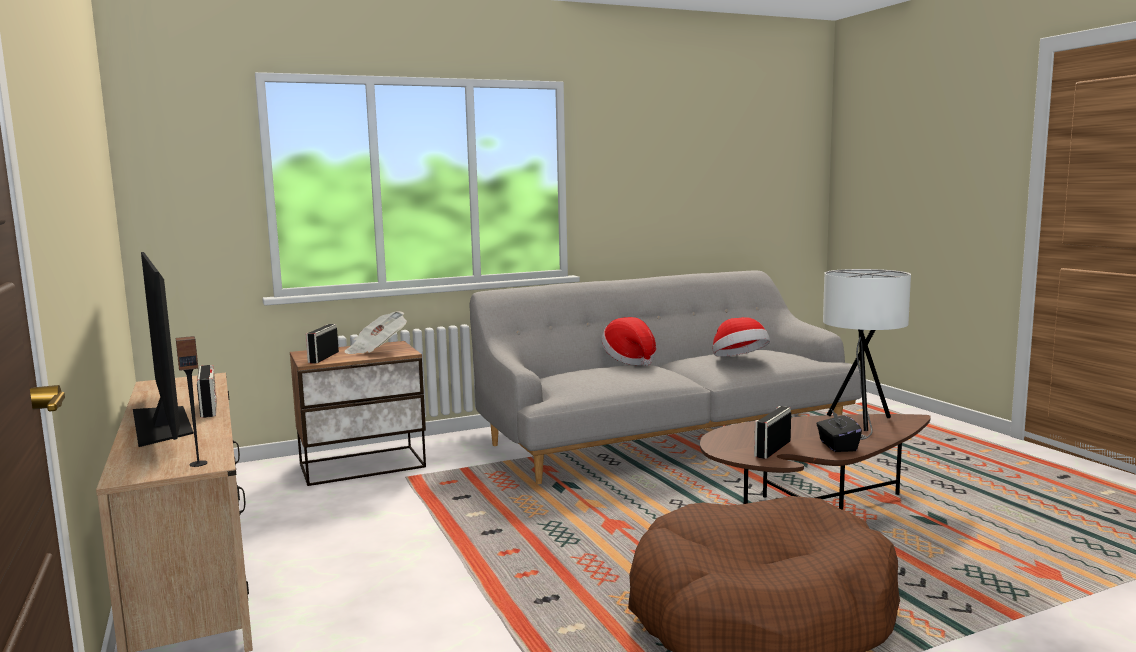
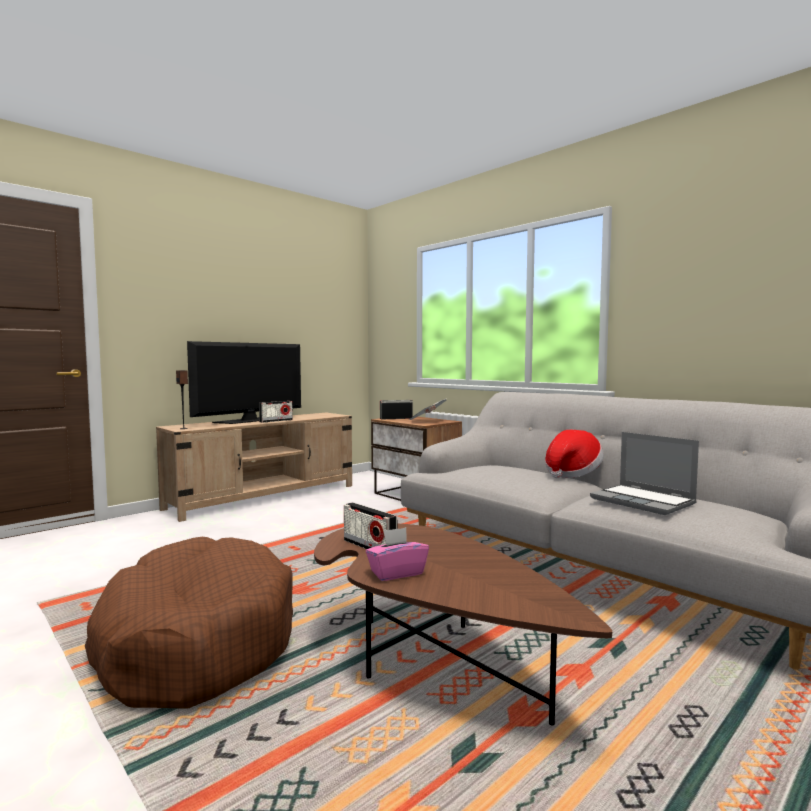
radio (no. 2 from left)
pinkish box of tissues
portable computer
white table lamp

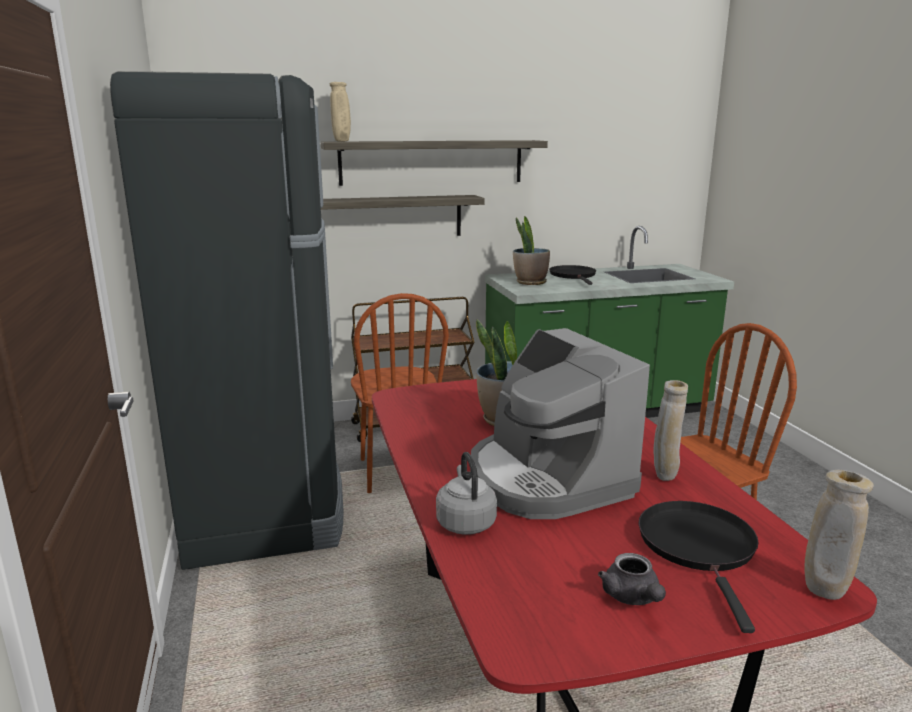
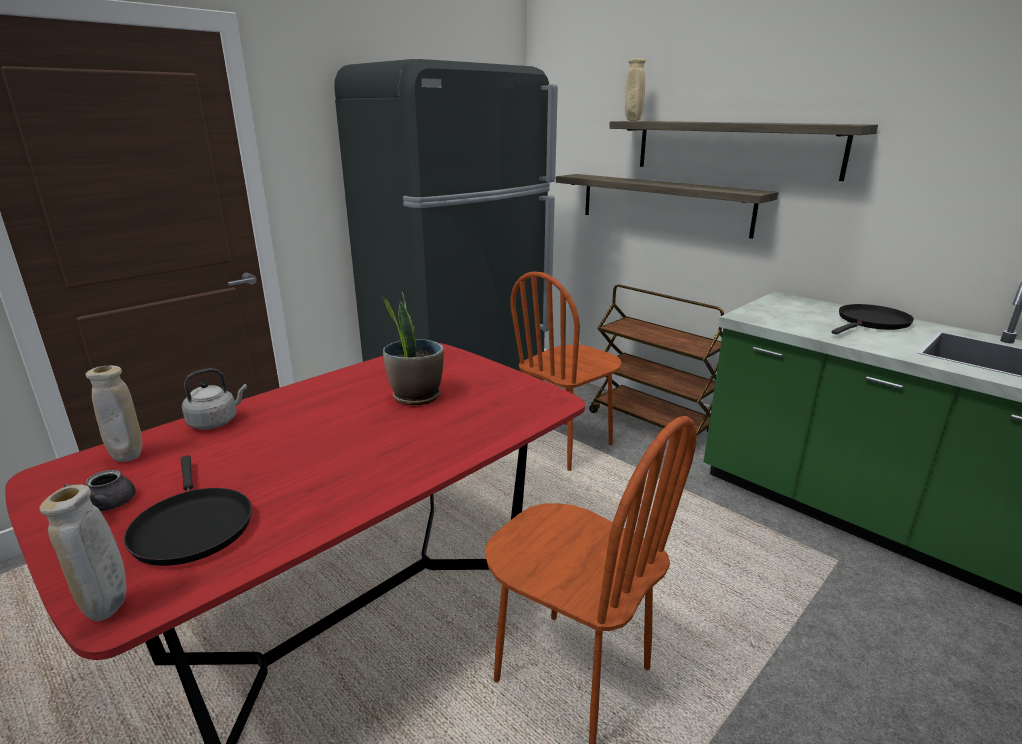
greyish teapot
sand-coloured flower vase (no. 2 from left)
black-coloured pan (no. 1 from left)
coffee maker
plant in a pot (no. 2 from left in the first image)

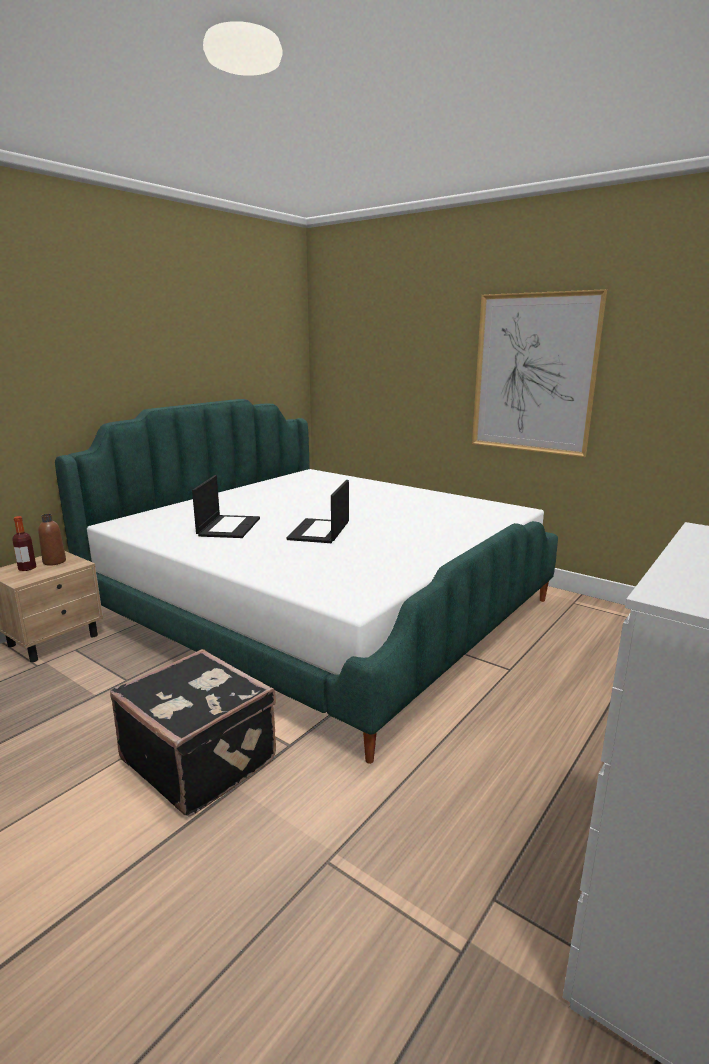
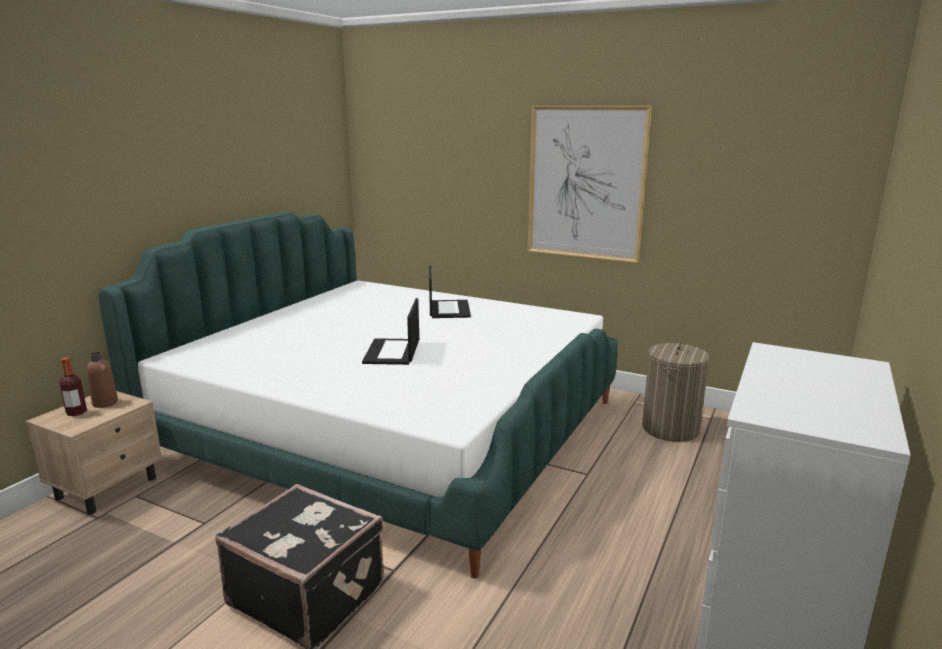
portable computer (no. 2 from left)
hamper

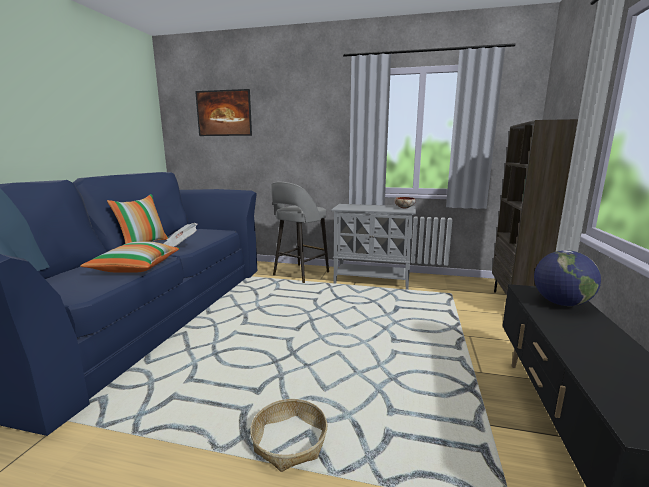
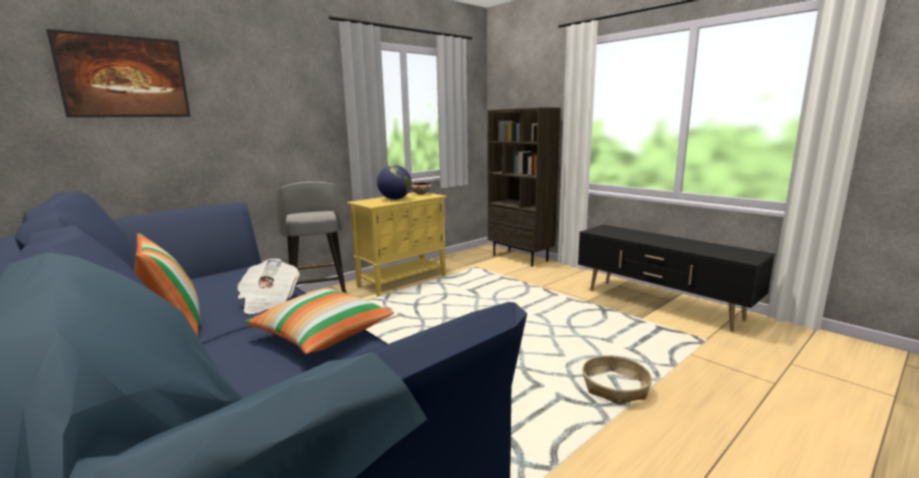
yellowish cupboard
desk globe

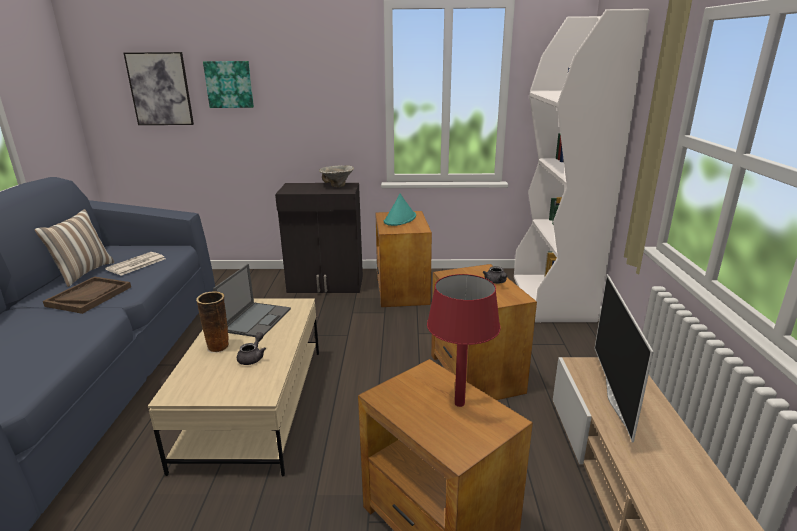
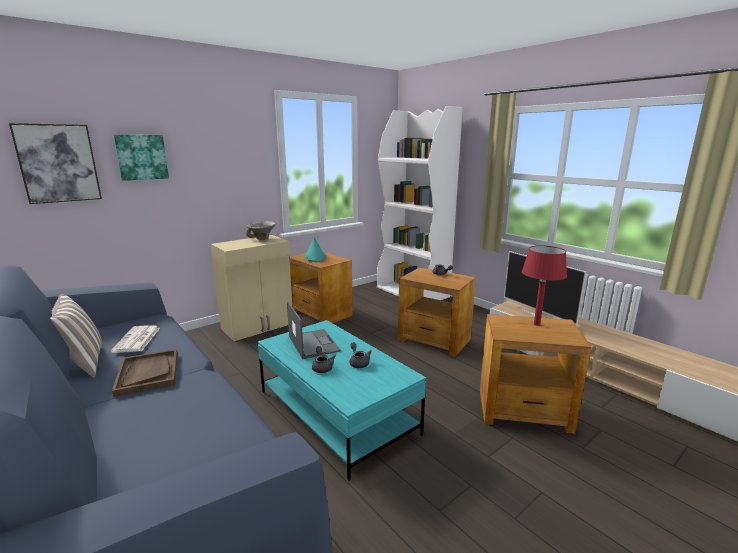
sand-coloured cupboard
turquoise lounge table
greyish teapot (no. 1 from left)

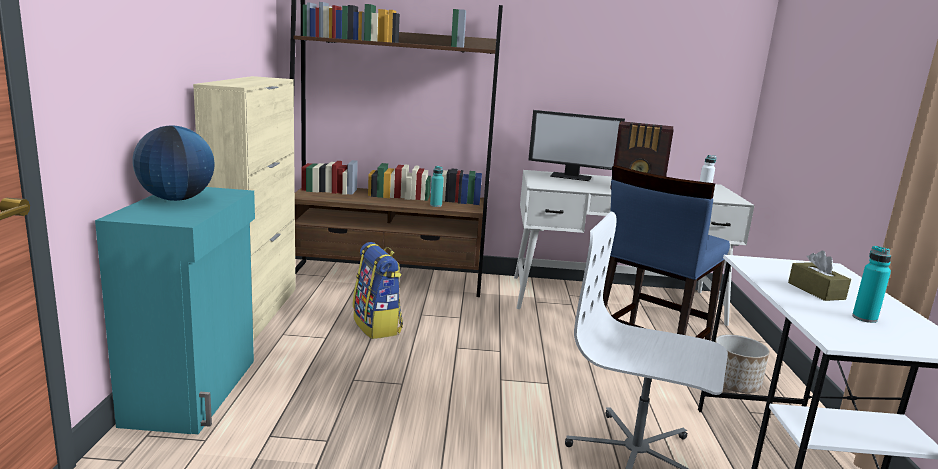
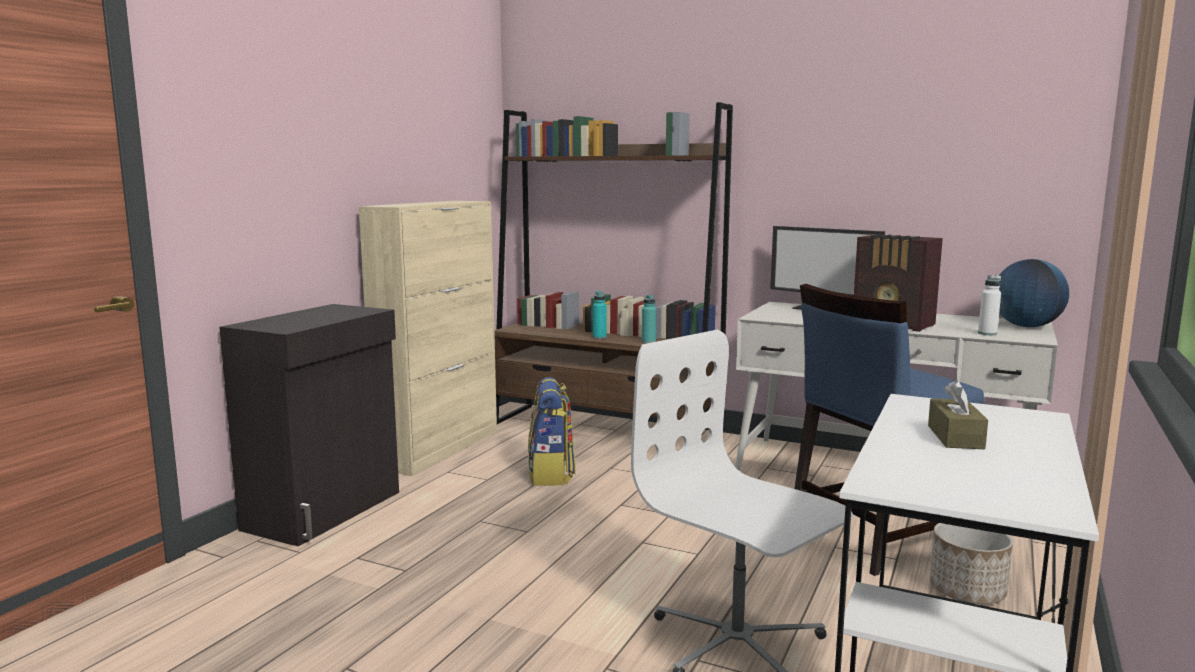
black-coloured cupboard
turquoise bottle (no. 1 from left)
desk globe

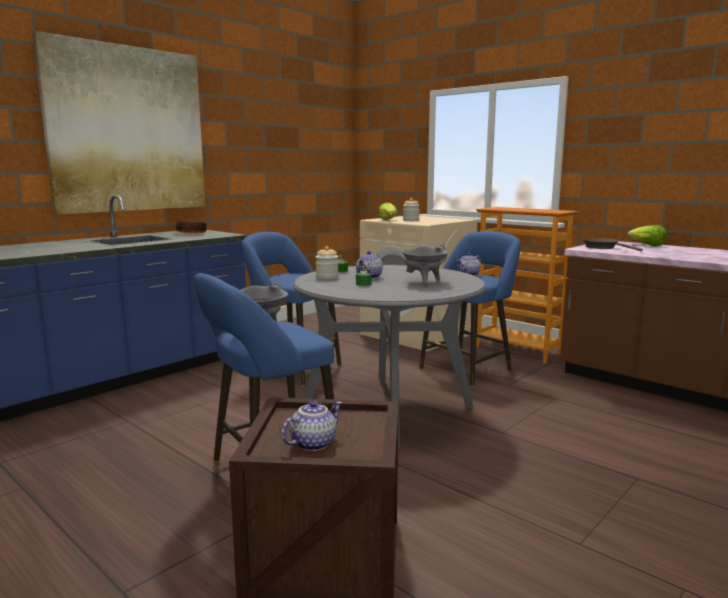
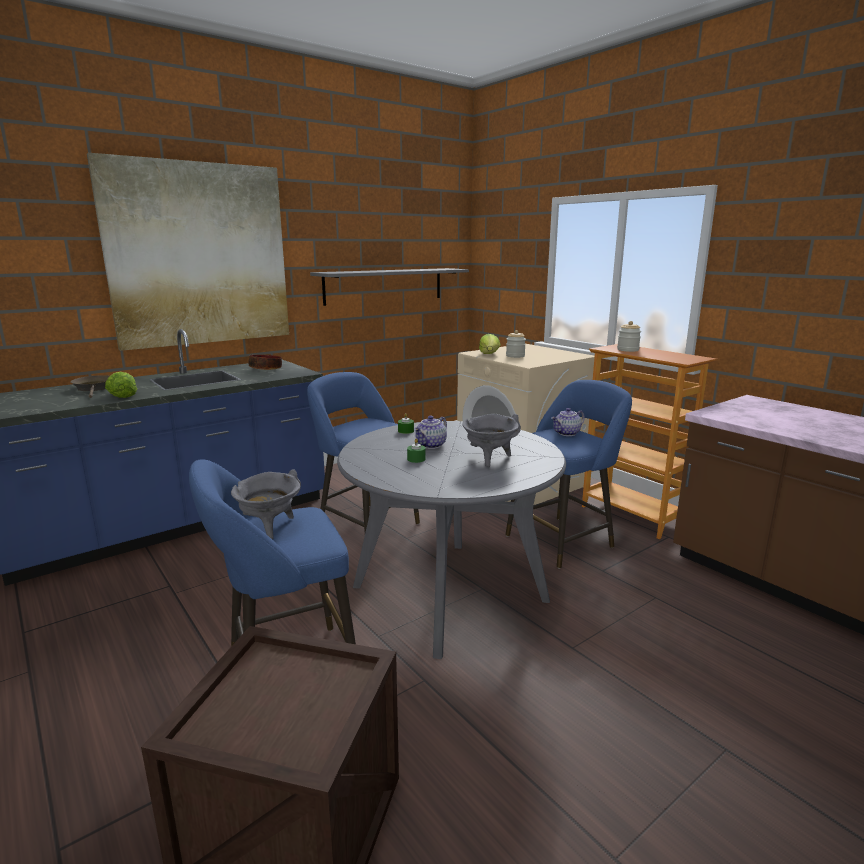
brown-coloured pan
lettuce head (no. 1 from left)
greyish bracket shelf
jar (no. 2 from left)
teapot (no. 1 from left in the first image)

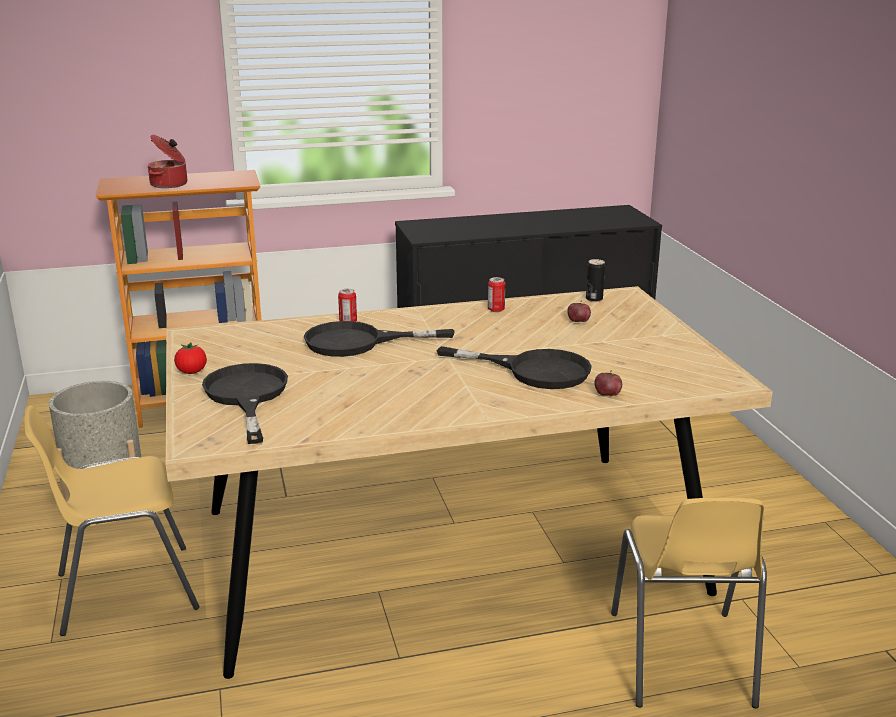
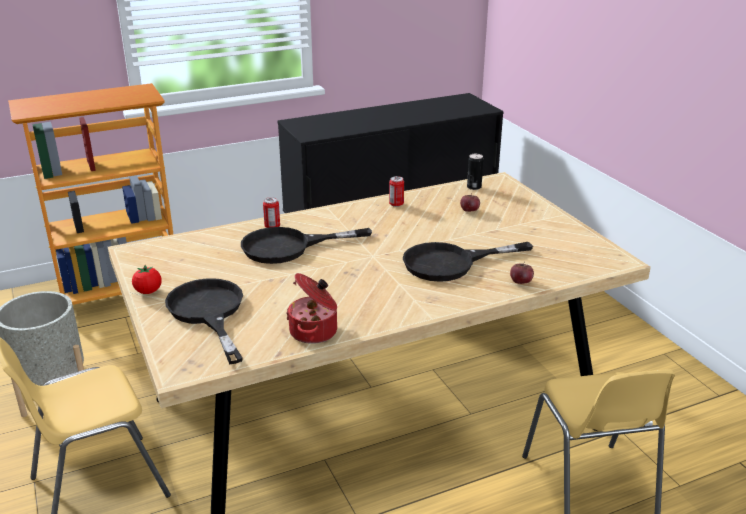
stockpot
black-coloured pan (no. 3 from left)

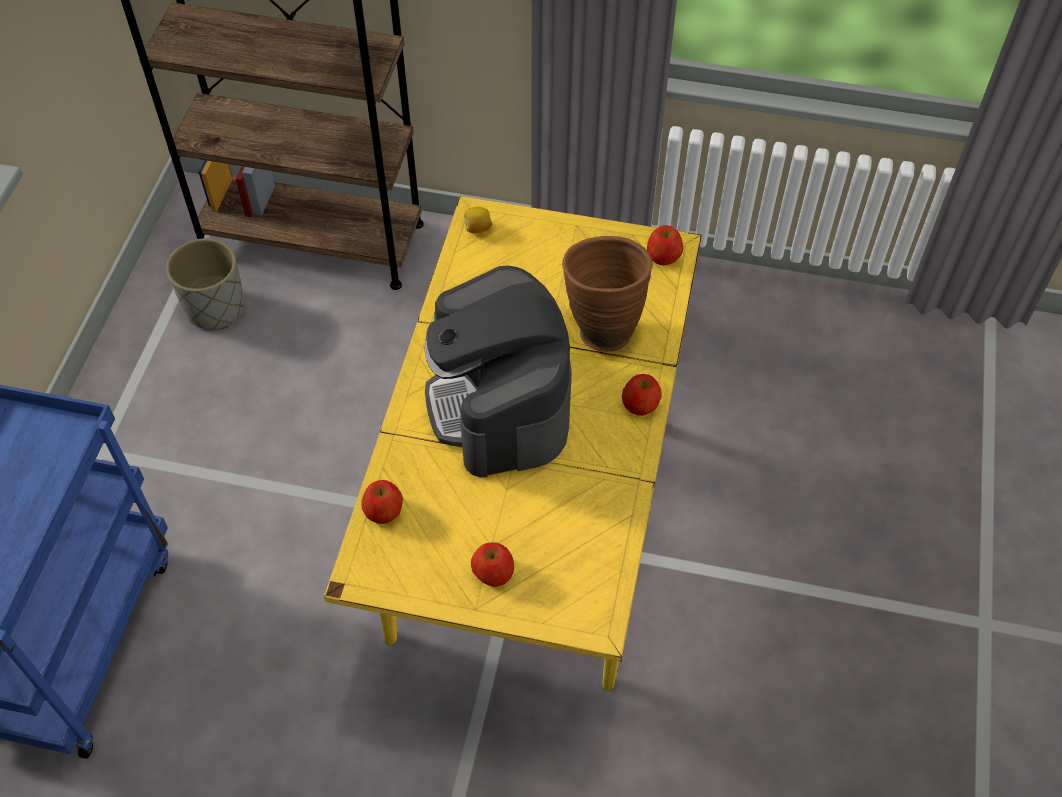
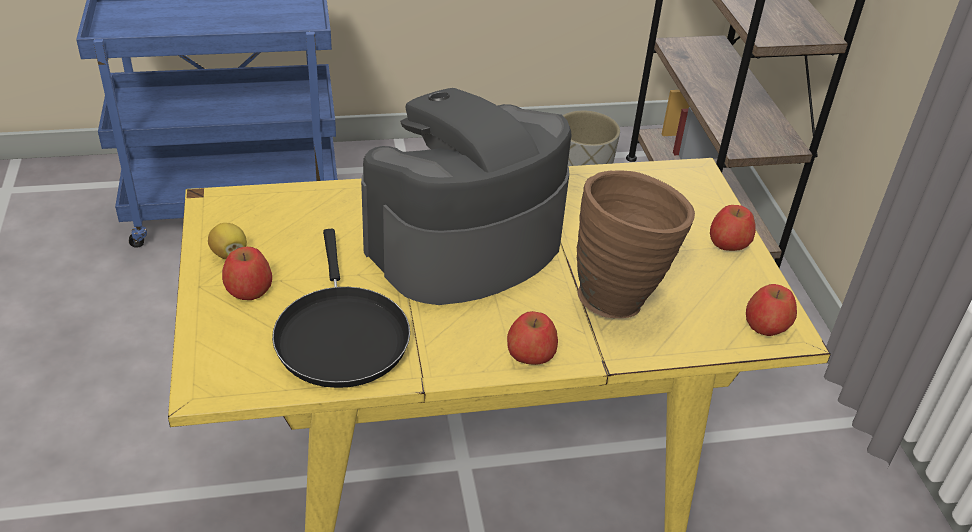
citrus fruit
black-coloured pan
whole apple (no. 3 from left)

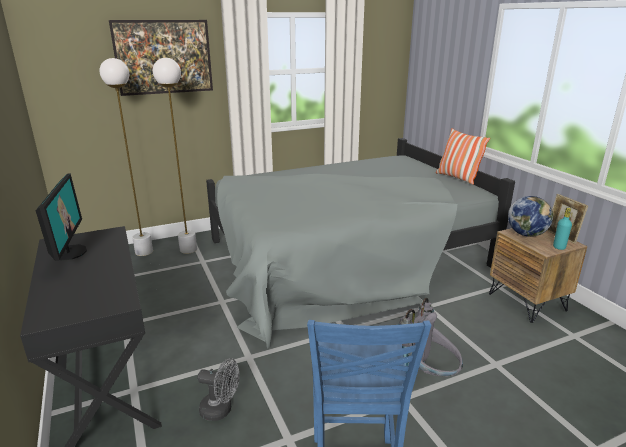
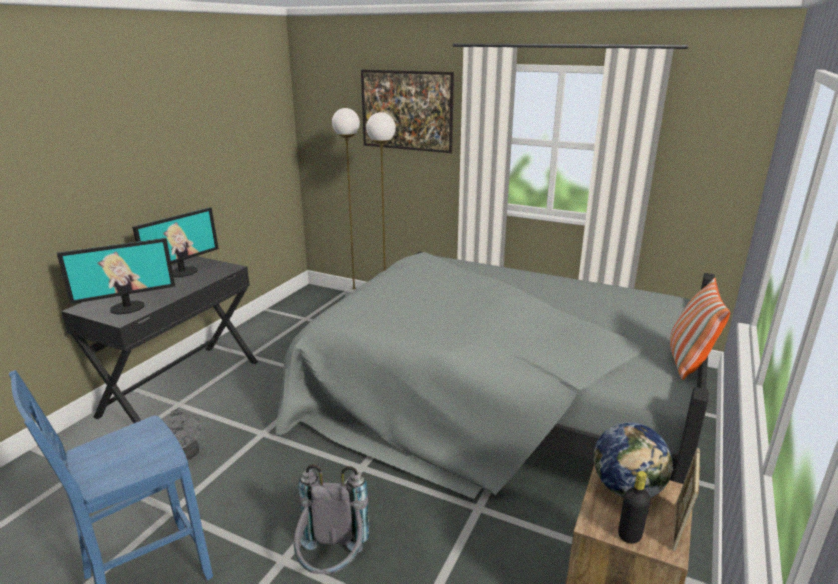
computer screen (no. 1 from left)
black-coloured bottle

